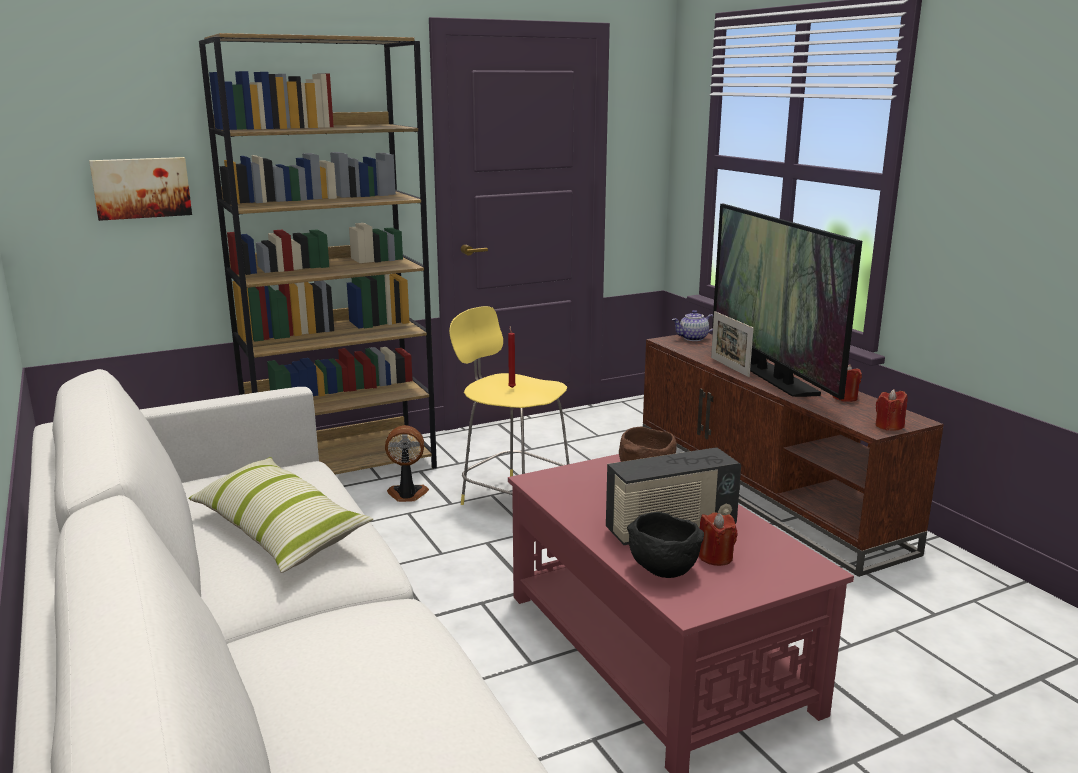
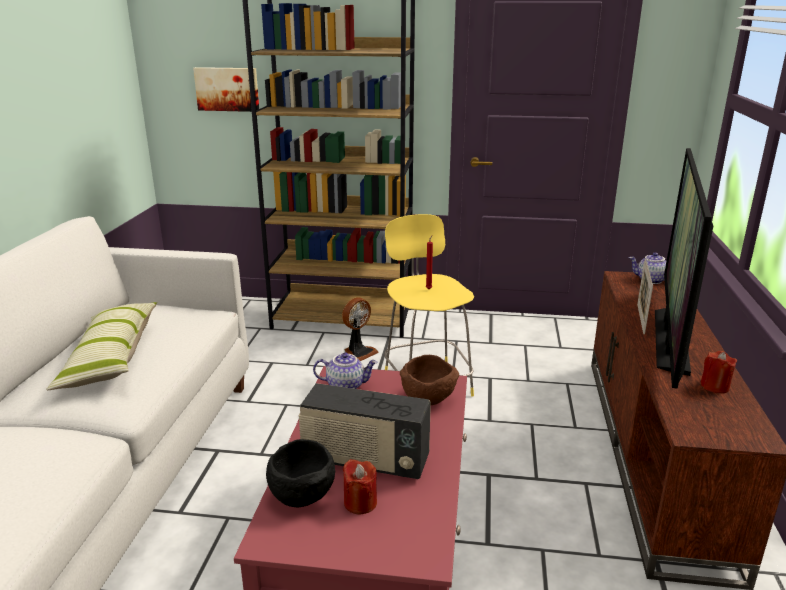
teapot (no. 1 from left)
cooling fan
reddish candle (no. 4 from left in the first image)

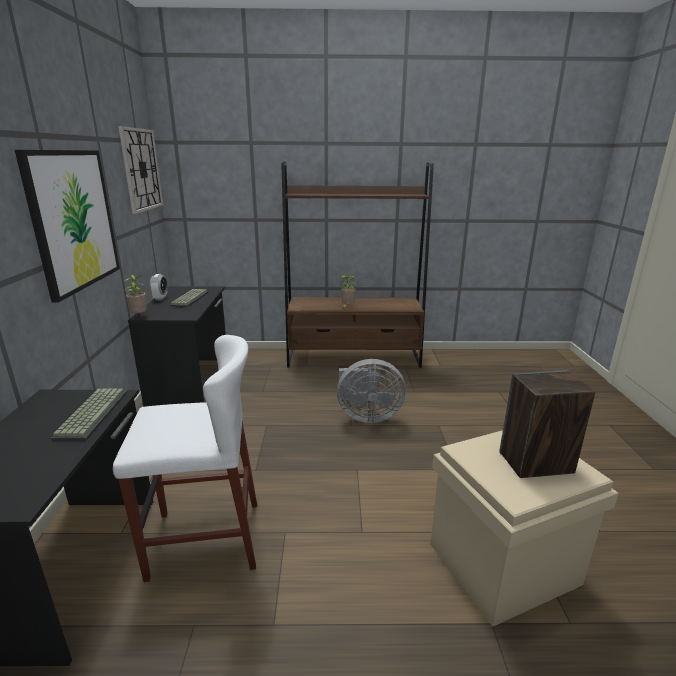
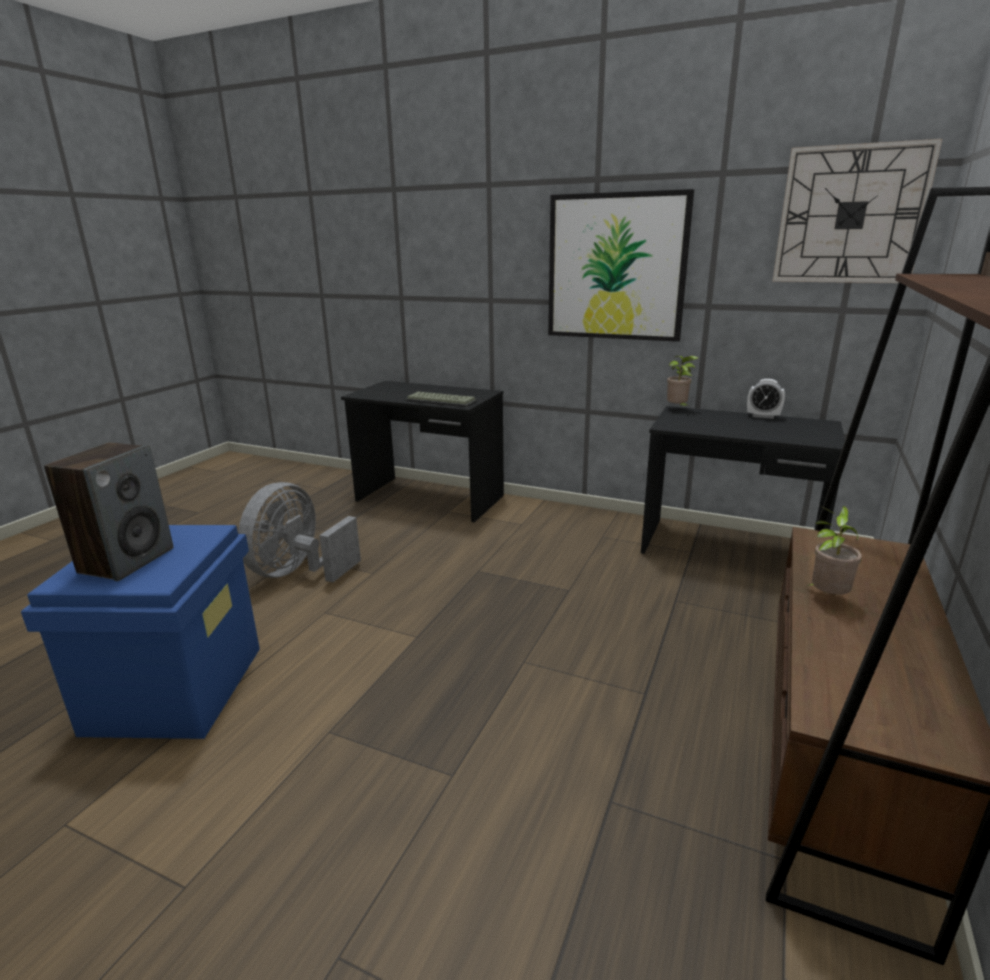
blue-coloured storage box
greyish cooling fan
white stool seat
computer keyboard (no. 2 from left in the first image)

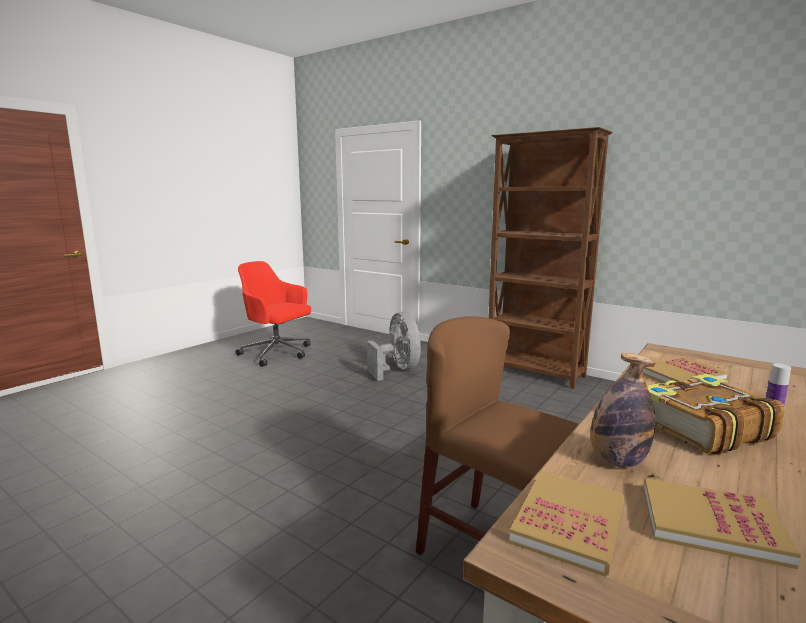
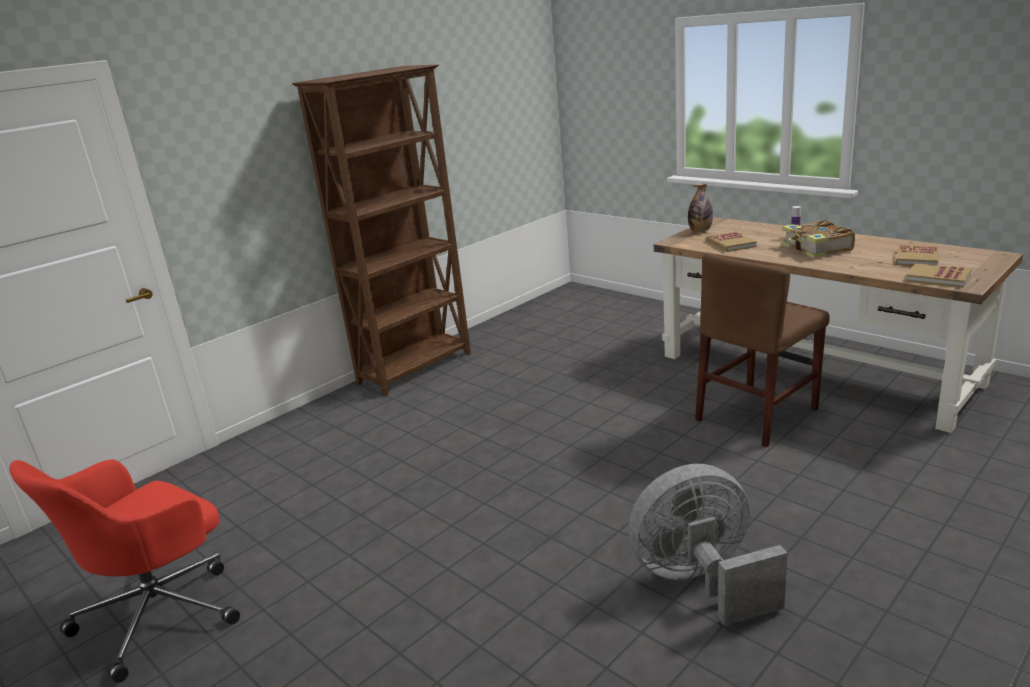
greyish cooling fan
bottle (no. 1 from left)

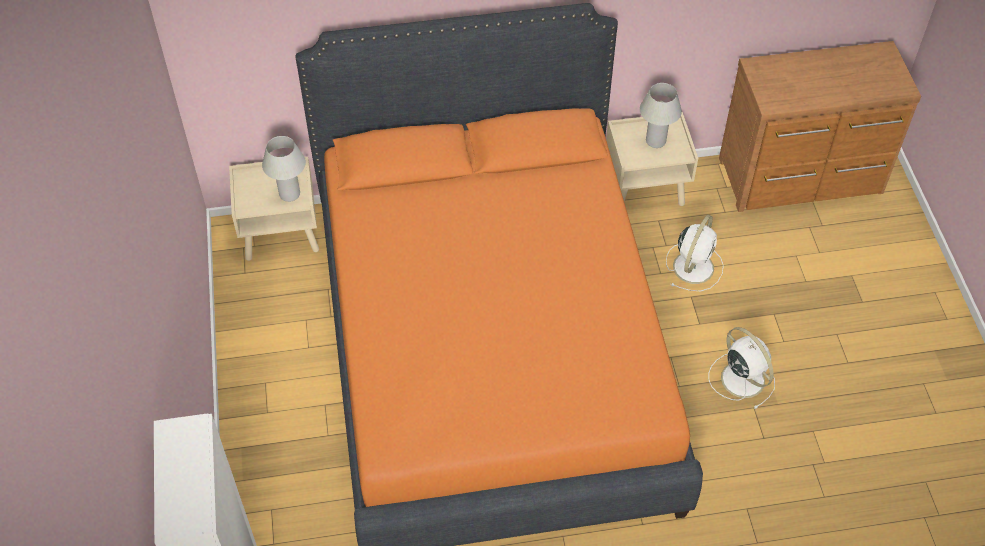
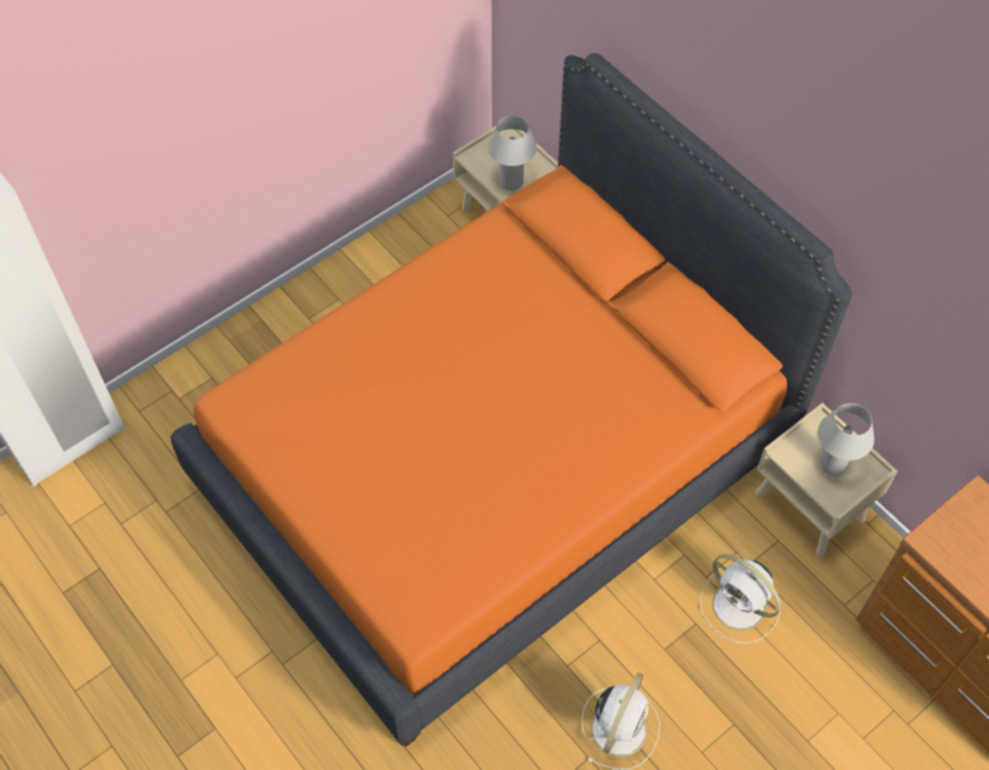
white cooling fan (no. 2 from left)

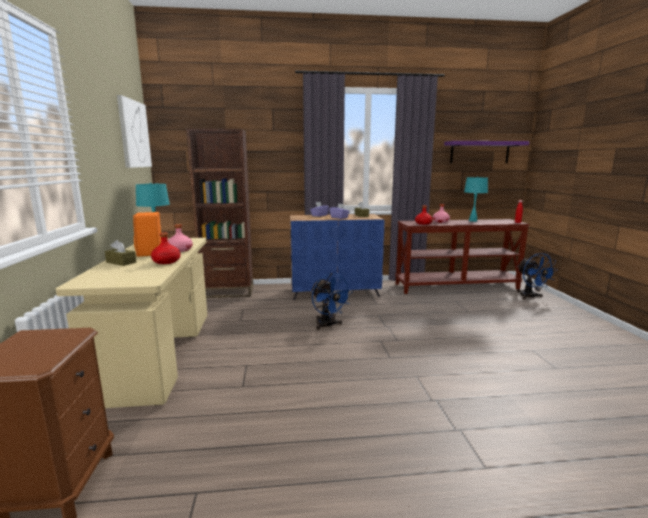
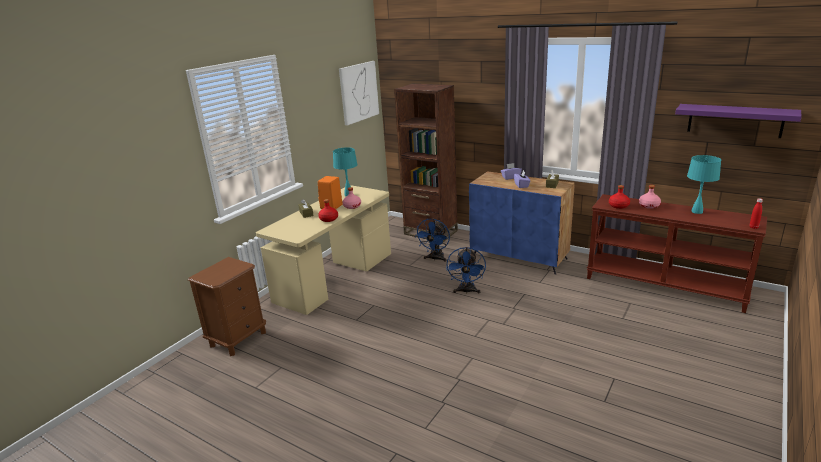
blue-coloured cooling fan (no. 1 from left)

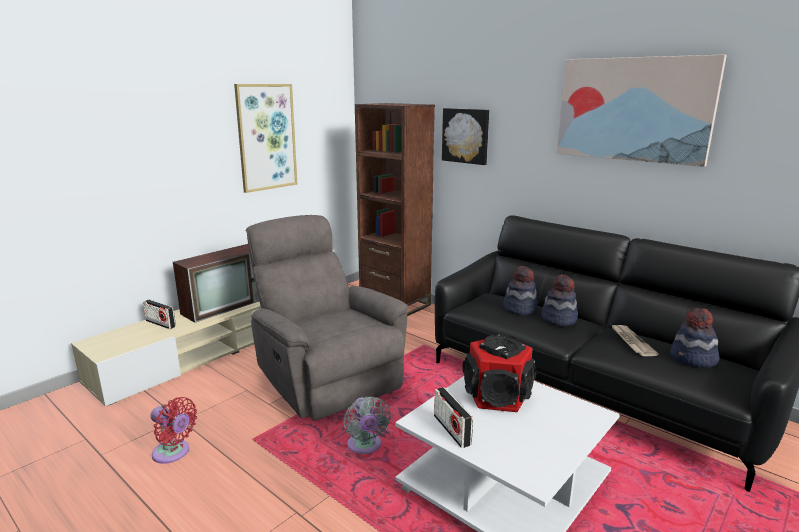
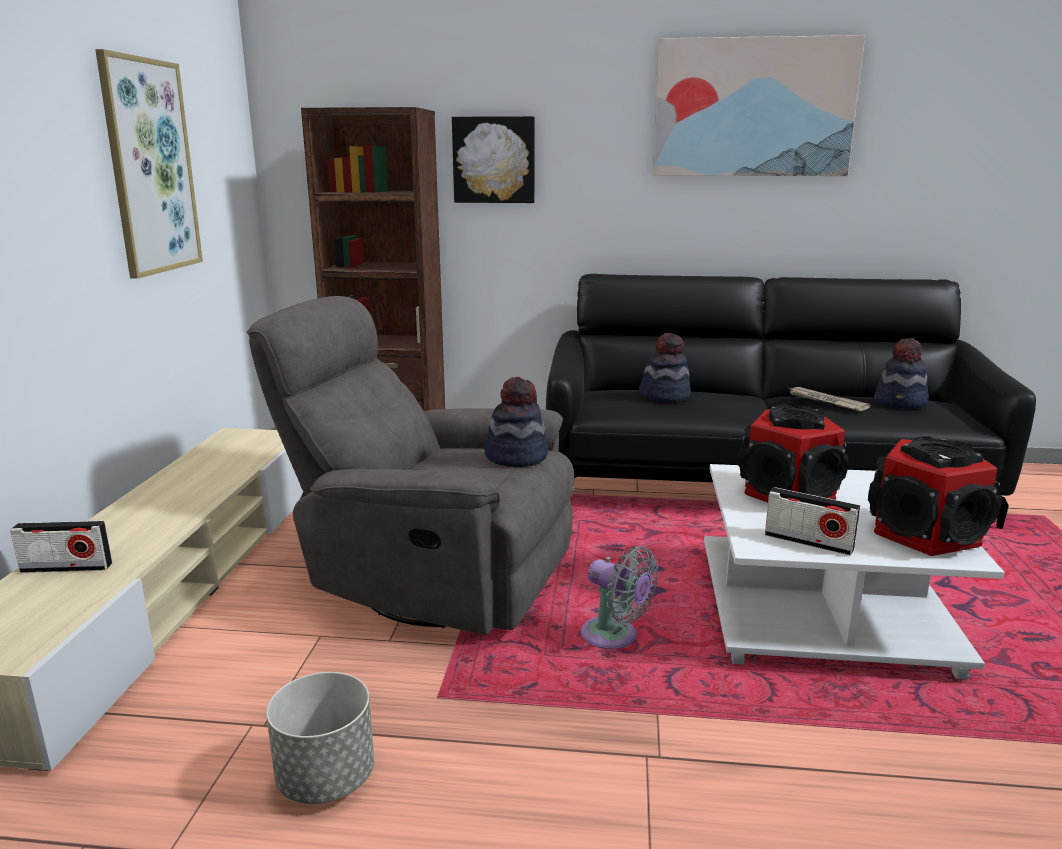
greyish flower pot
hat (no. 1 from left)
audio speaker (no. 2 from left)
TV set

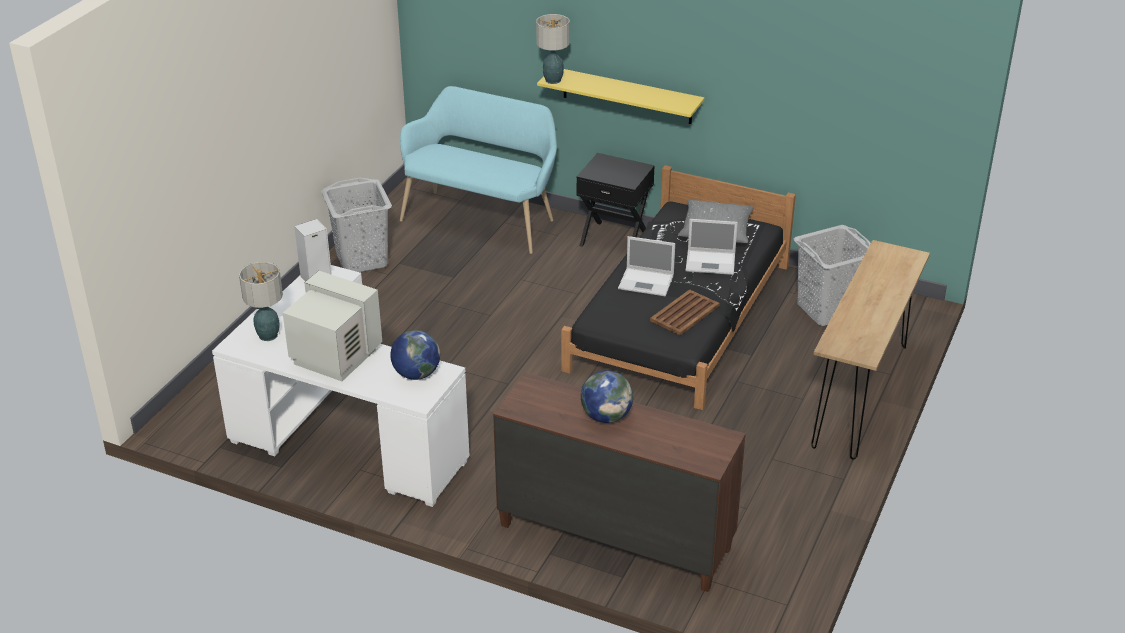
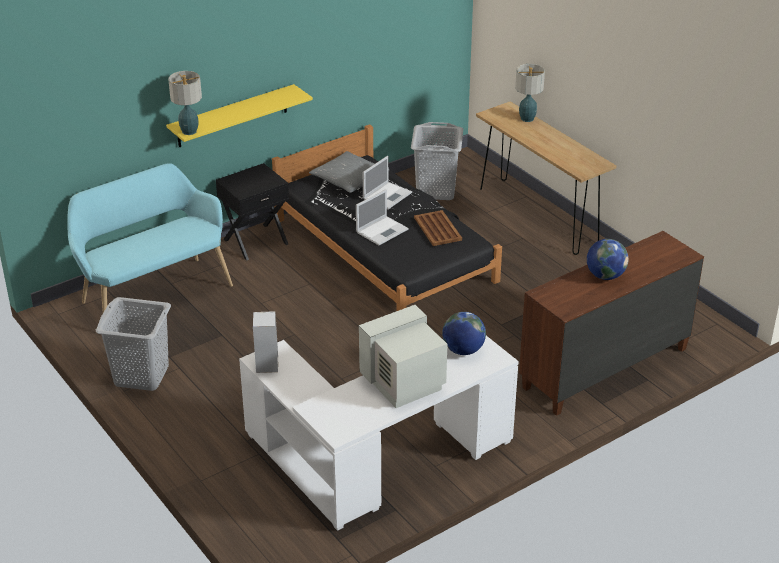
table lamp (no. 2 from left)

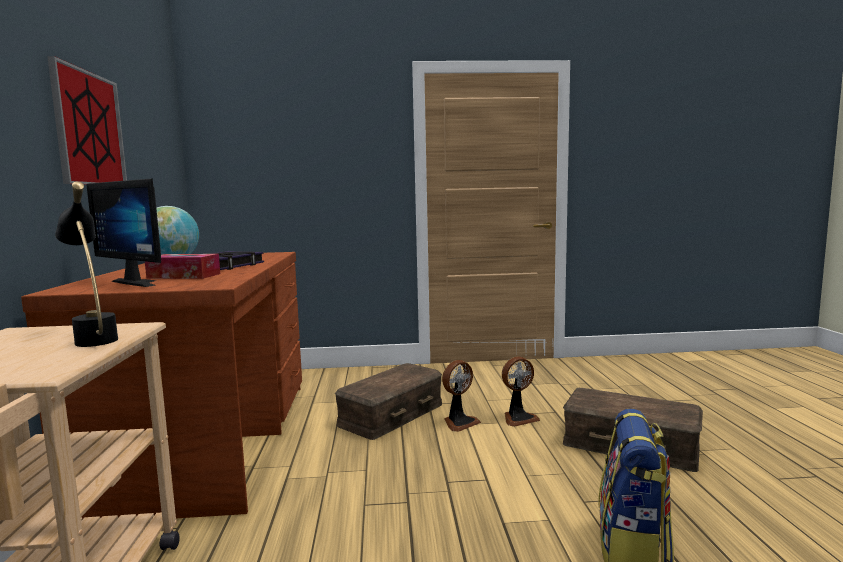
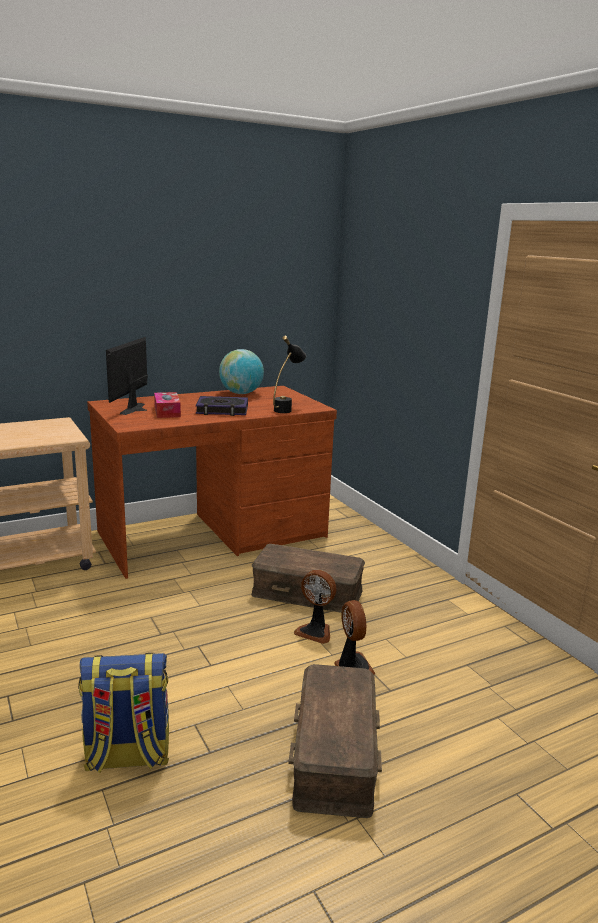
black-coloured table lamp
cooling fan (no. 2 from left)
wall picture

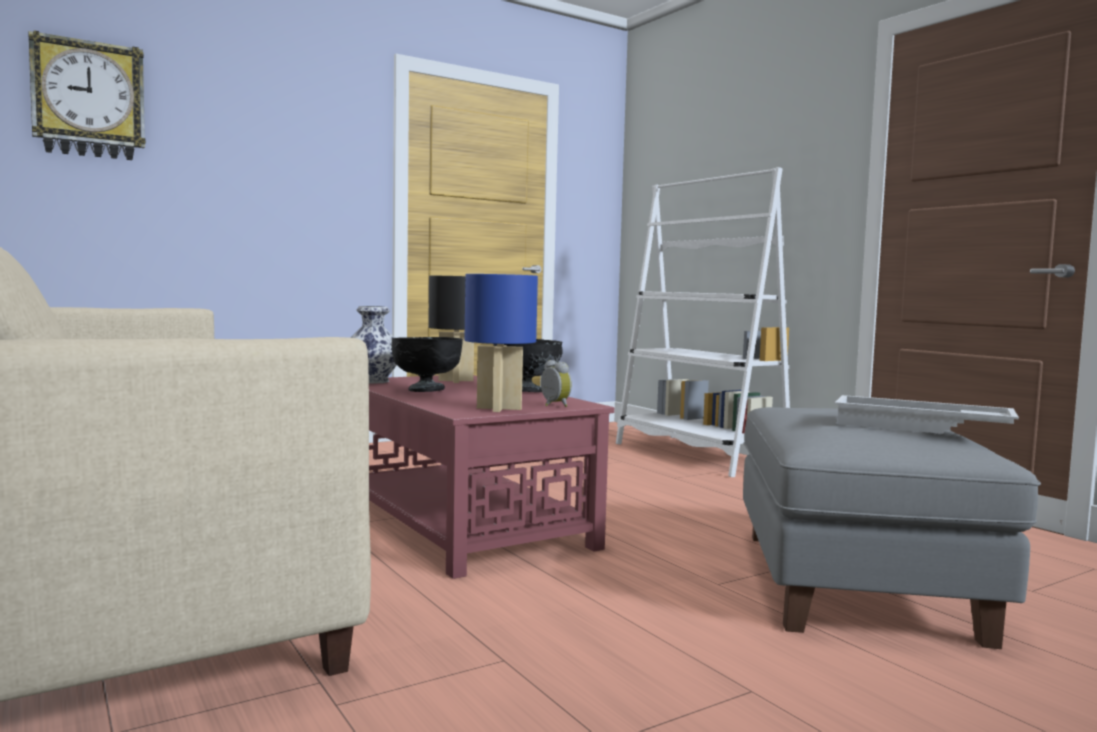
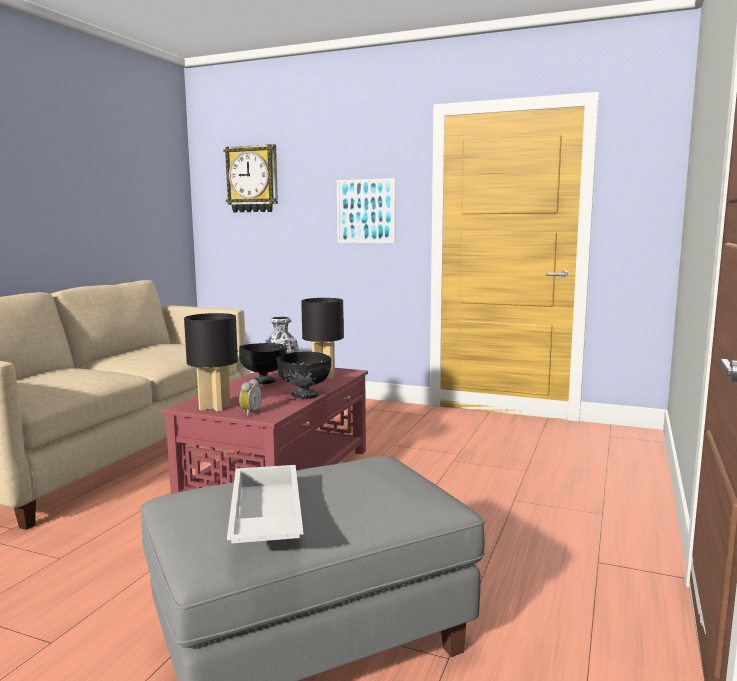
black-coloured table lamp (no. 1 from left)
wall picture
white bookshelf

